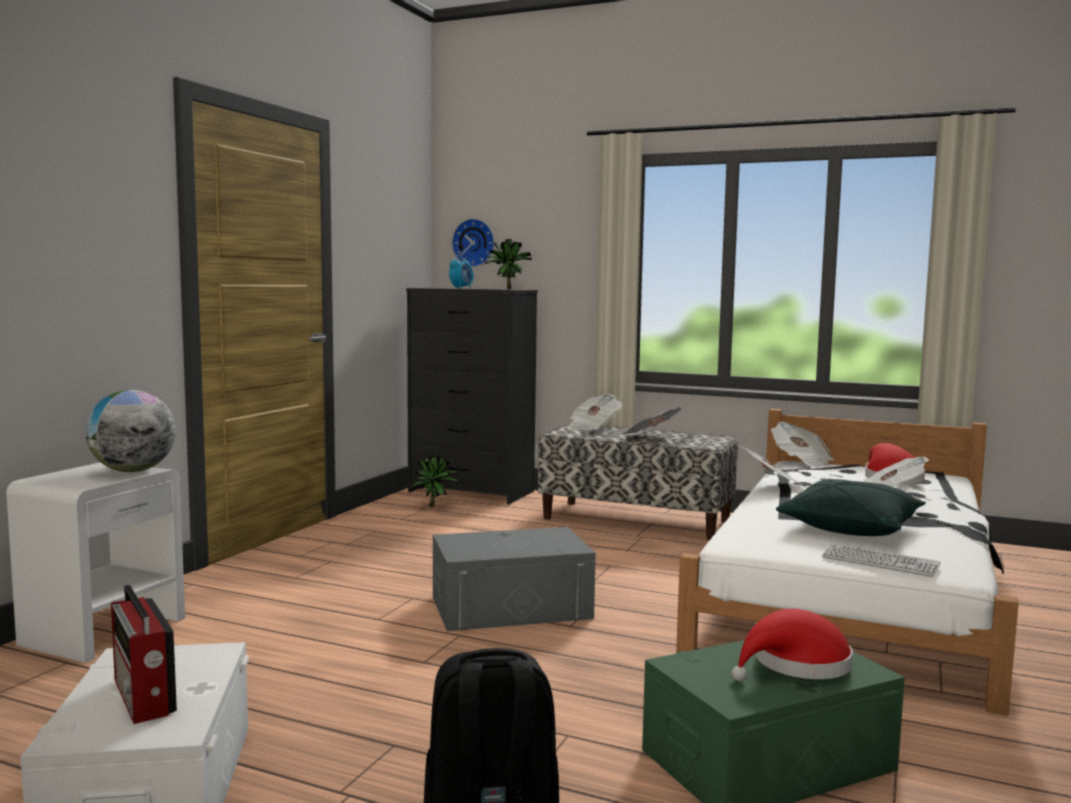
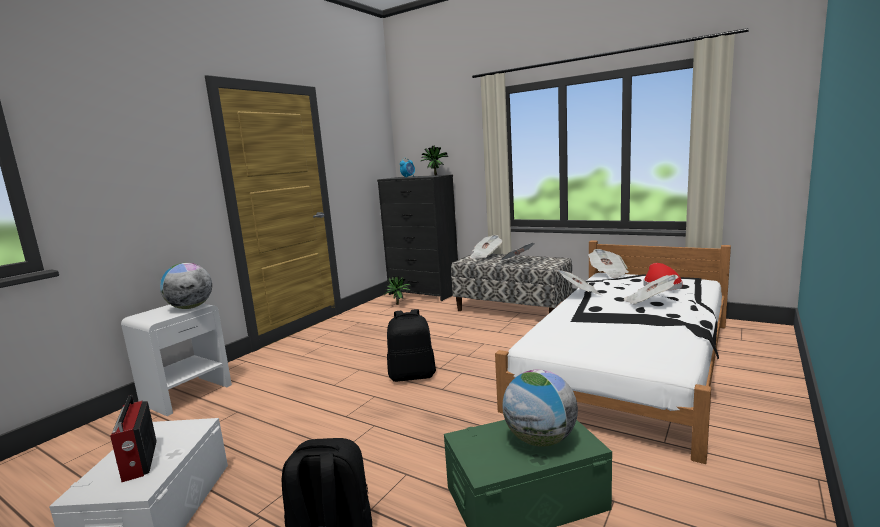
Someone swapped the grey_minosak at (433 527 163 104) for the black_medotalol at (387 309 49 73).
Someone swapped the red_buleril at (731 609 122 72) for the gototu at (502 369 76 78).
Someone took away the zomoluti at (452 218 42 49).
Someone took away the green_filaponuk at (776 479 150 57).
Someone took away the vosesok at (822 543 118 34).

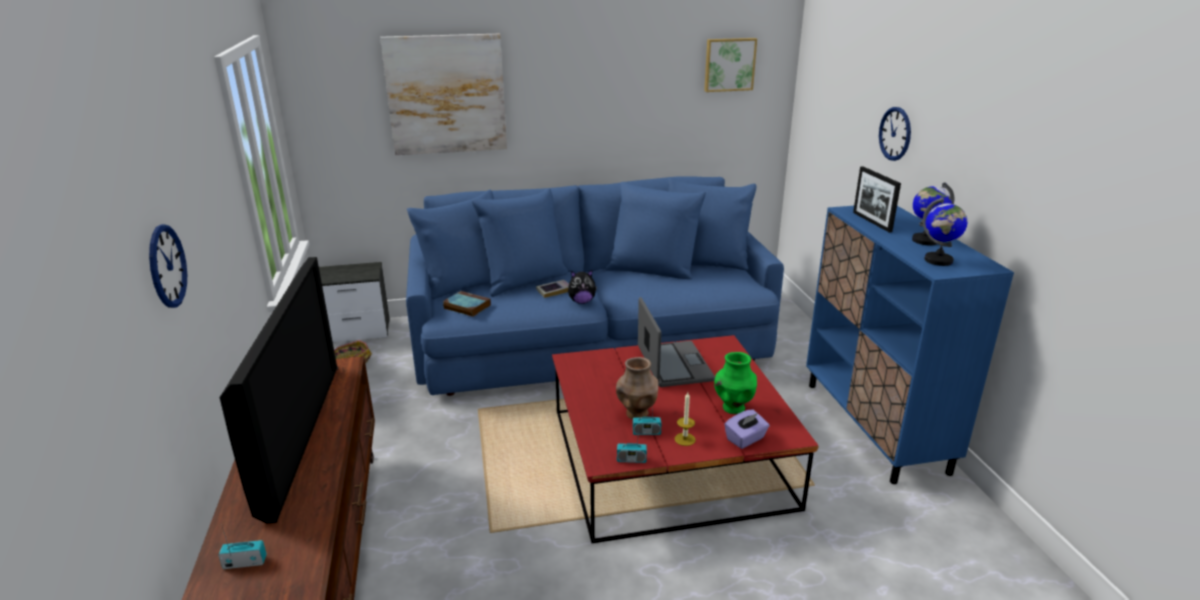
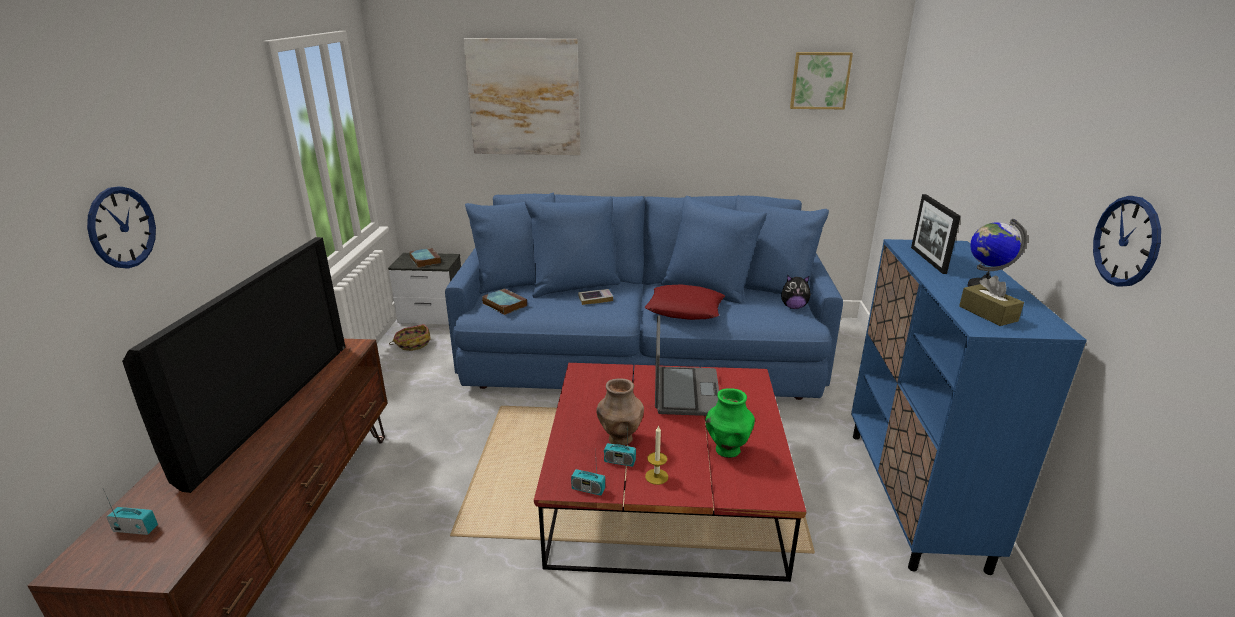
Someone put down the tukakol at (409 248 32 20).
Someone put down the red_filaponuk at (645 284 80 36).
Someone carried the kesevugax from (568 270 29 34) to (781 275 30 34).
Someone swapped the gototu at (923 197 44 69) for the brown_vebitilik at (959 276 65 50).
Someone carried the zomoluti from (879 107 32 54) to (1093 196 68 91).
Someone took away the purple_vebitilik at (724 410 46 39).

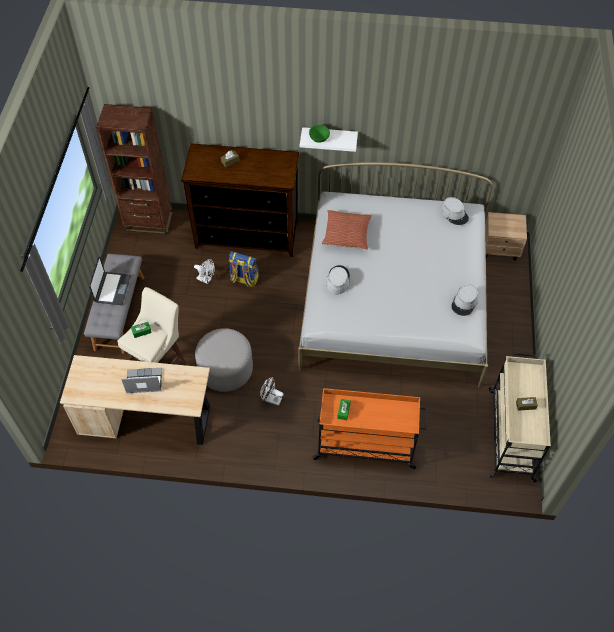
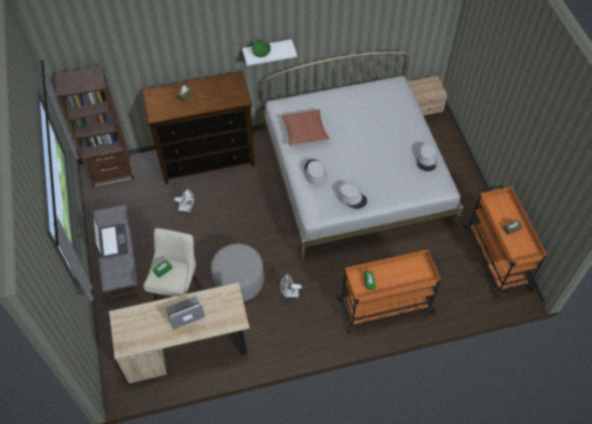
Someone carried the grey_buleril from (441 197 28 28) to (337 183 30 26).
Someone repainted the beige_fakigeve at (489 353 62 129), which became the orange_fakigeve at (464 185 83 114).
Someone took away the medotalol at (229 251 30 36).

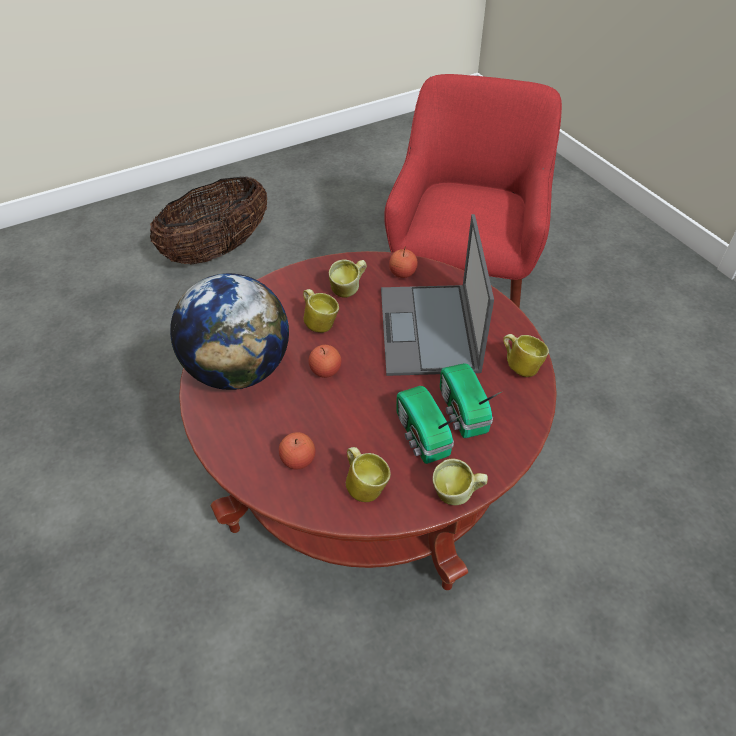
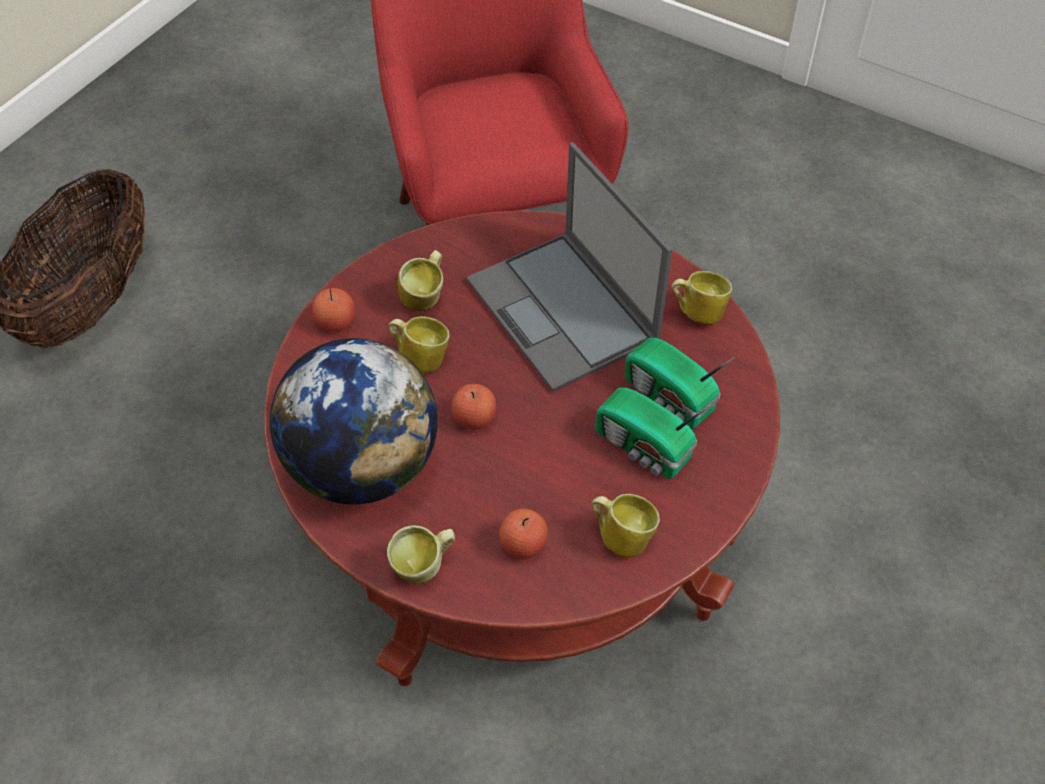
Someone carried the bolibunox from (389 246 29 32) to (312 287 43 44).
Someone carried the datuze from (432 458 56 47) to (387 525 68 58).

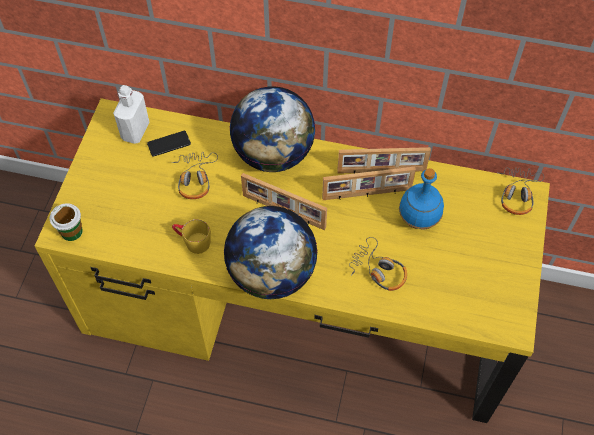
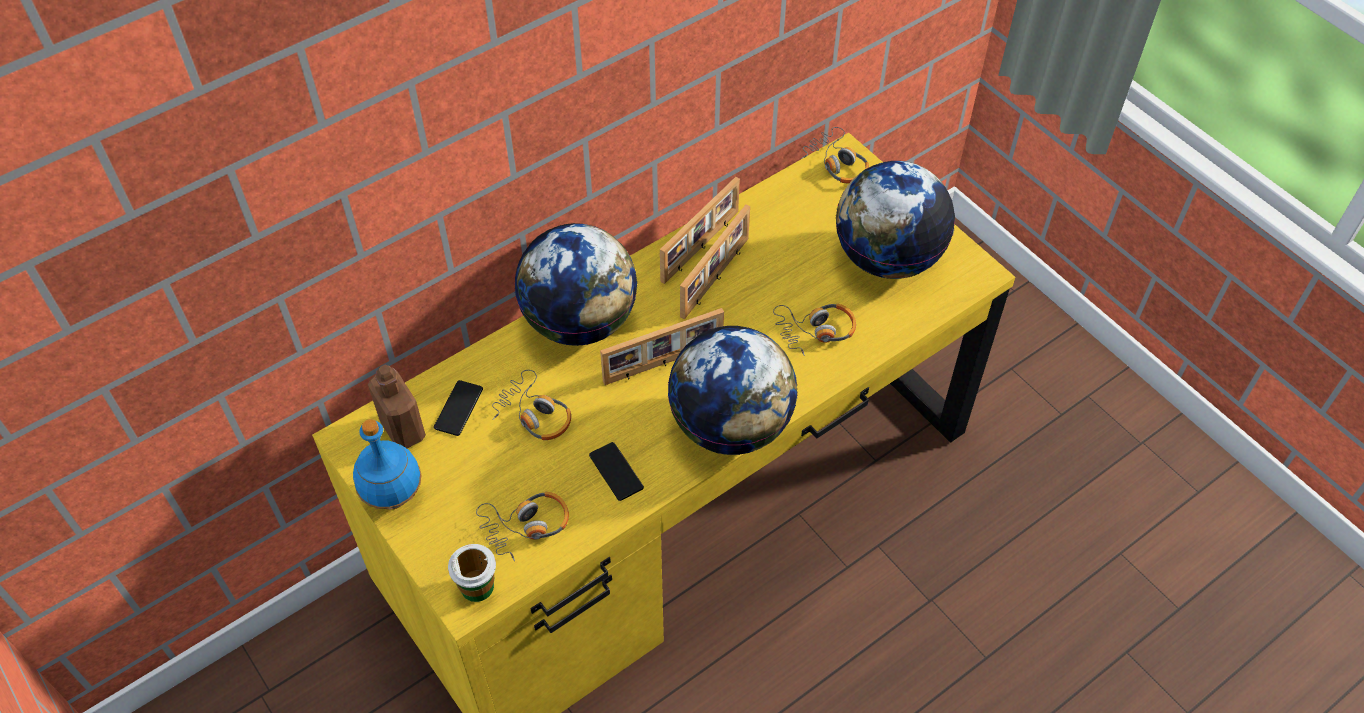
Someone carried the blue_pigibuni from (399 168 45 62) to (353 419 68 91).
Someone repainted the white_pigibuni at (113 85 37 59), which became the brown_pigibuni at (368 365 58 83).
Someone put down the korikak at (476 492 93 69).
Someone swapped the yellow_datuze at (172 219 39 35) for the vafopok at (589 442 55 59).
Someone put down the gototu at (836 161 119 118).

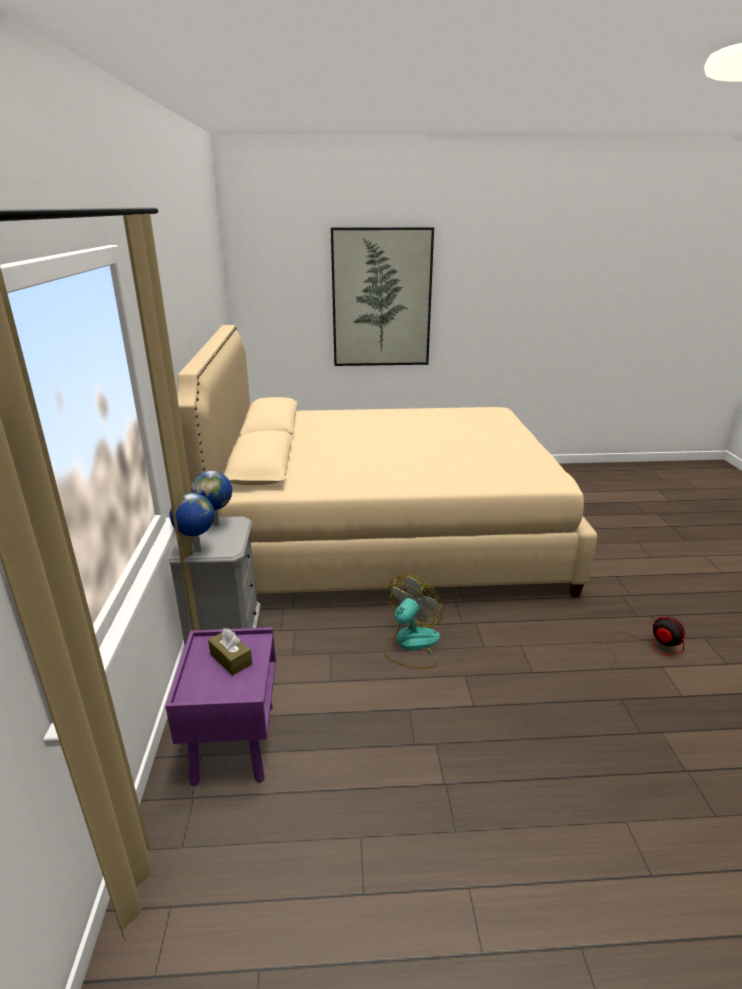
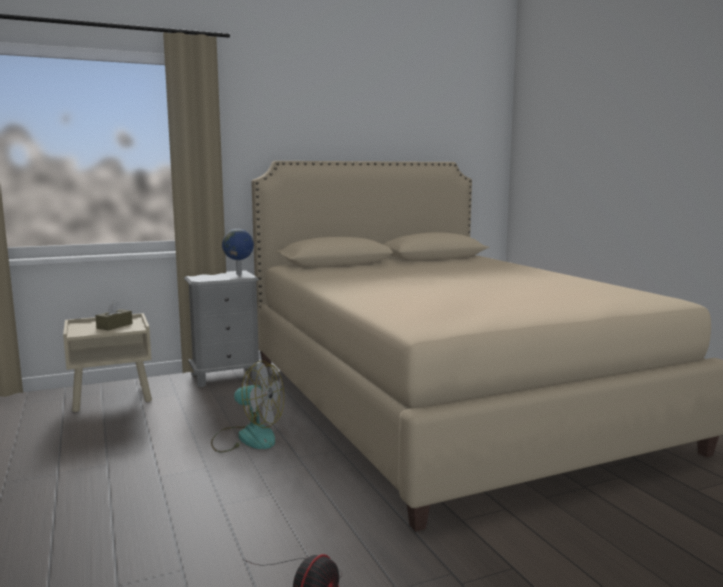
Someone repainted the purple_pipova at (165 627 111 159), which became the beige_pipova at (63 313 89 99).
Someone took away the gototu at (169 493 46 59).
Someone took away the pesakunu at (331 227 103 139).

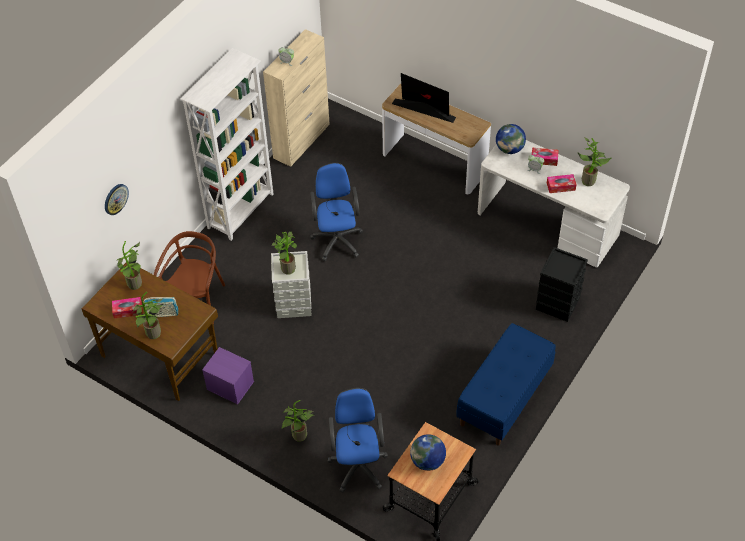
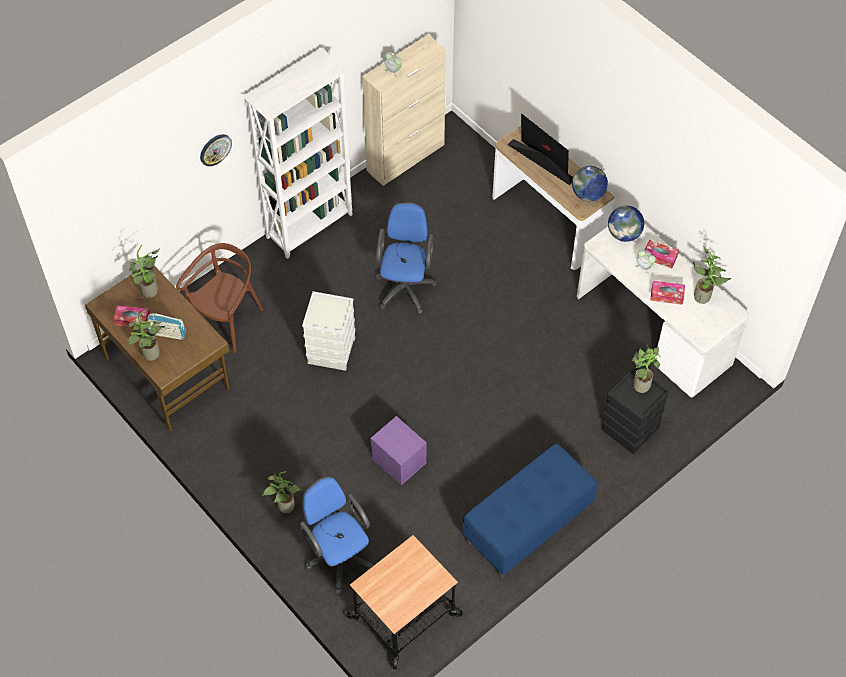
Someone carried the zomoluti from (105 184 24 31) to (200 134 32 32).
Someone rotated the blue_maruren at (327 388 61 104) by 45 degrees counterclockwise.
Someone carried the purple_minosak from (202 347 52 58) to (370 416 57 69).
Someone carried the gototu from (410 434 36 37) to (572 166 36 35).
Someone carried the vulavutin from (272 231 25 44) to (632 345 29 48).

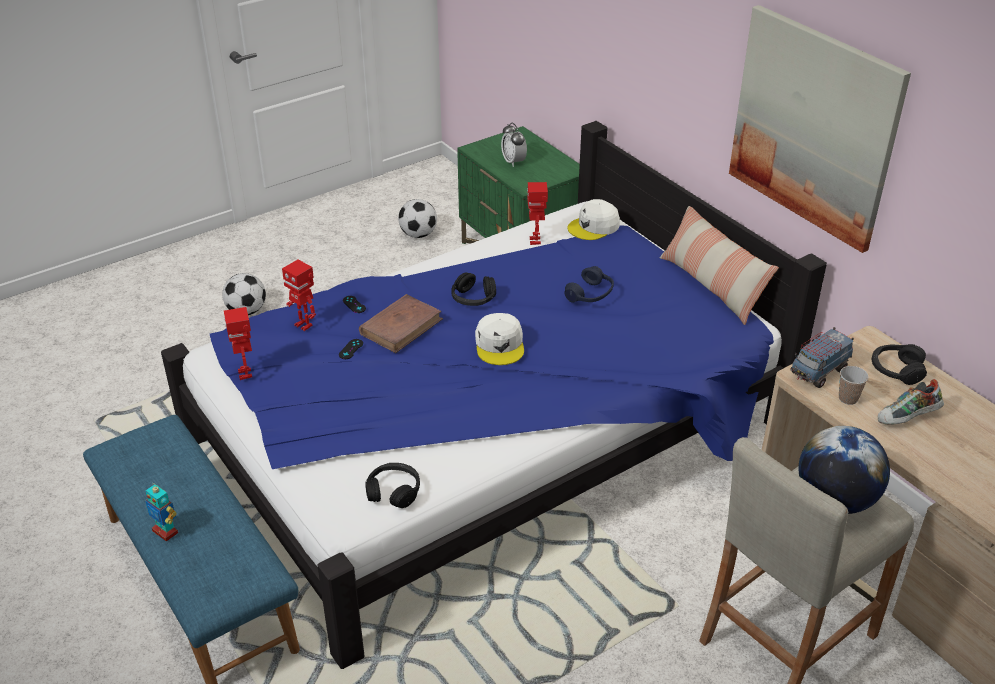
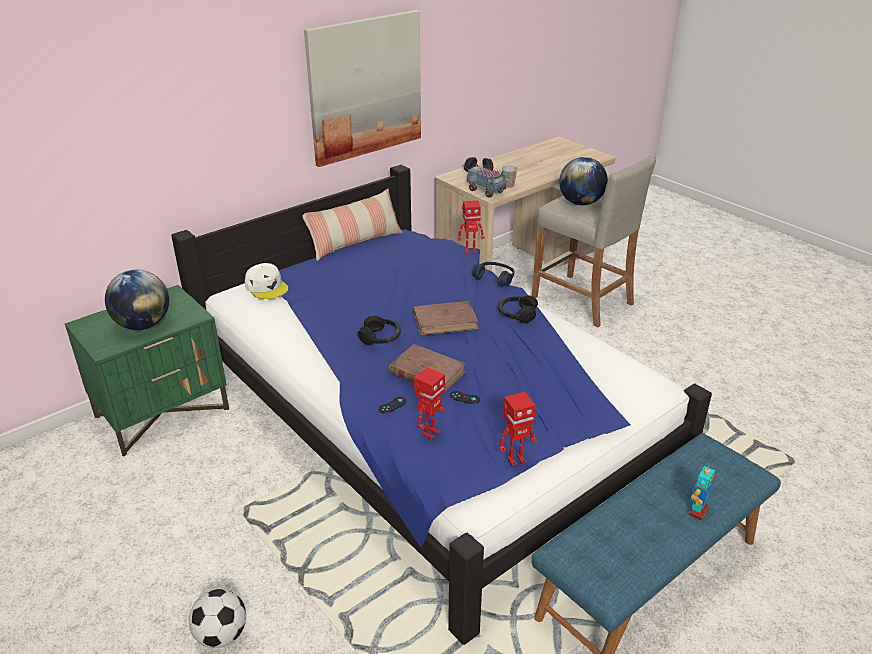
Someone swapped the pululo at (501 123 26 44) for the gototu at (105 270 64 60).
Someone swapped the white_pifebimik at (475 313 49 52) for the brown_tukakol at (413 301 66 35).
Someone carried the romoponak from (527 182 21 63) to (458 200 27 53).
Someone carried the blue_korikak from (565 266 49 37) to (472 262 42 24).
Someone carried the black_korikak from (365 463 55 45) to (498 295 40 28).
Someone took away the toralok at (398 199 39 39).
Someone took away the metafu at (878 379 66 45).

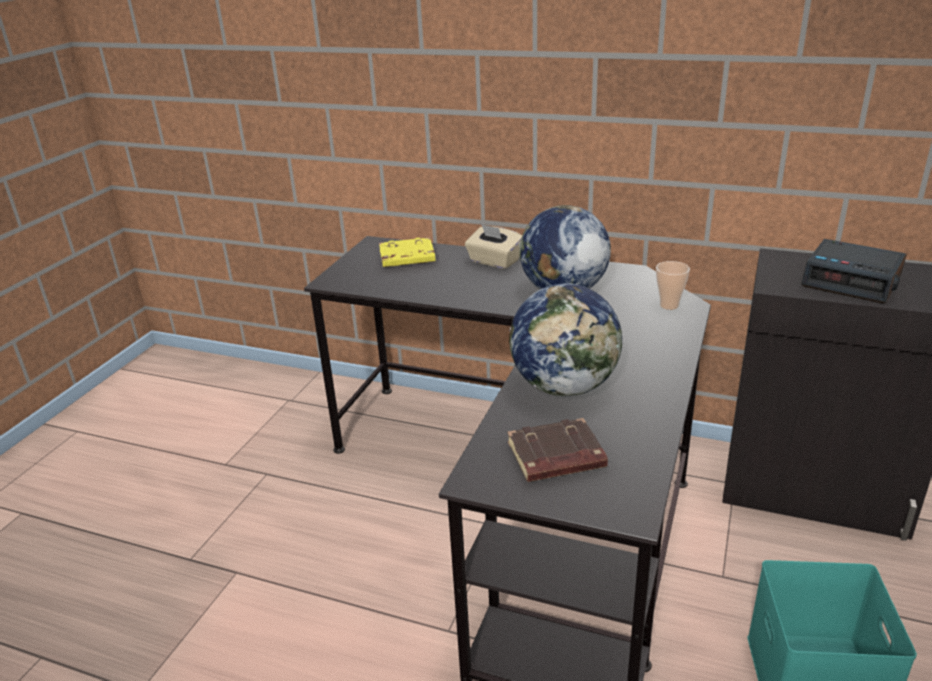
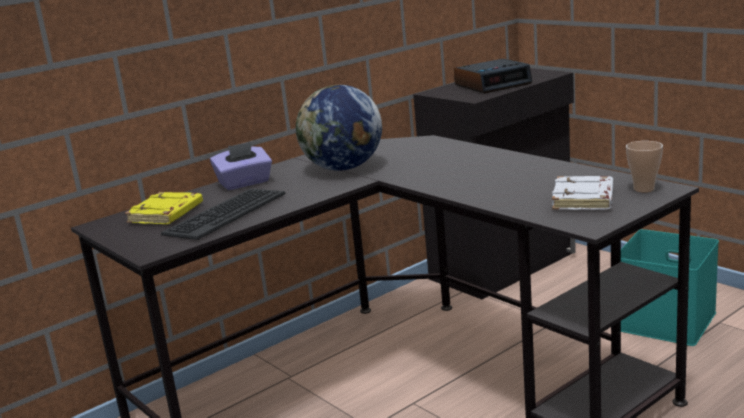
Someone put down the vosesok at (161 189 124 51).
Someone repainted the beige_vebitilik at (465 224 57 45), which became the purple_vebitilik at (210 142 62 48).
Someone repainted the brown_tukakol at (507 418 101 64), which became the white_tukakol at (552 176 61 34).
Someone carried the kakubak from (656 261 34 49) to (626 141 37 51).
Someone took away the gototu at (509 283 113 113).

